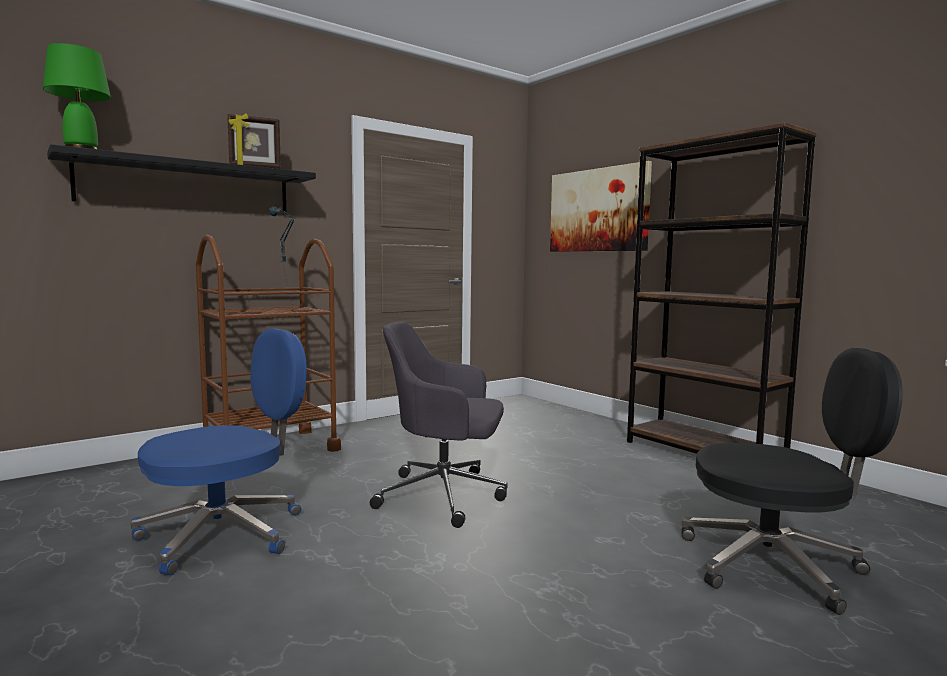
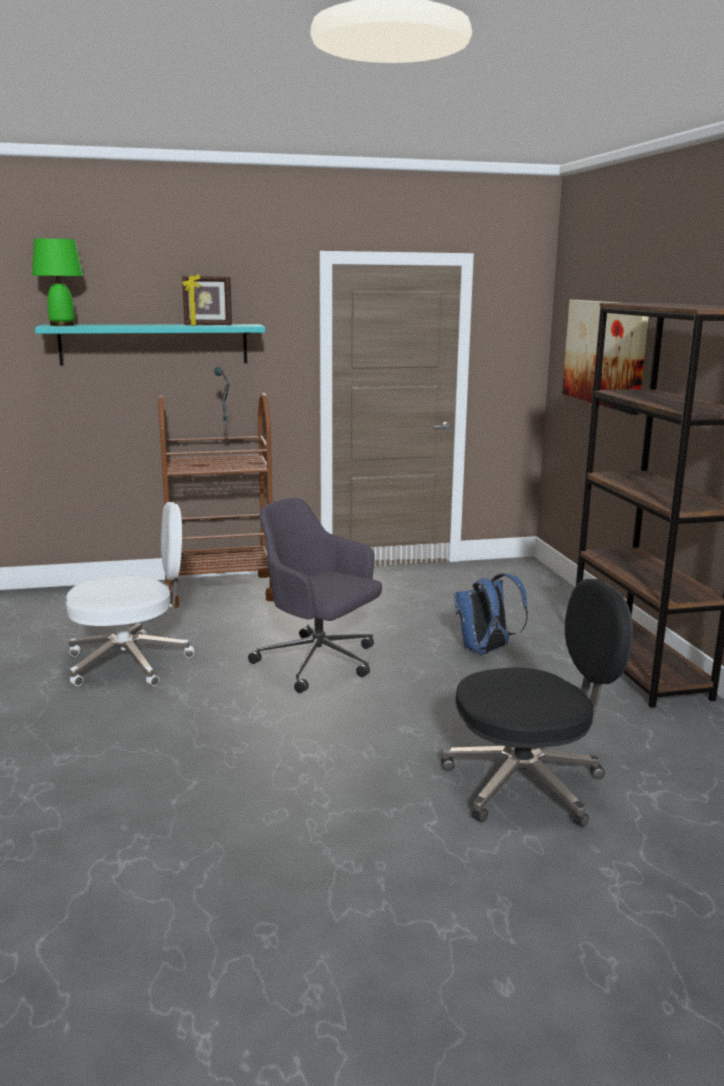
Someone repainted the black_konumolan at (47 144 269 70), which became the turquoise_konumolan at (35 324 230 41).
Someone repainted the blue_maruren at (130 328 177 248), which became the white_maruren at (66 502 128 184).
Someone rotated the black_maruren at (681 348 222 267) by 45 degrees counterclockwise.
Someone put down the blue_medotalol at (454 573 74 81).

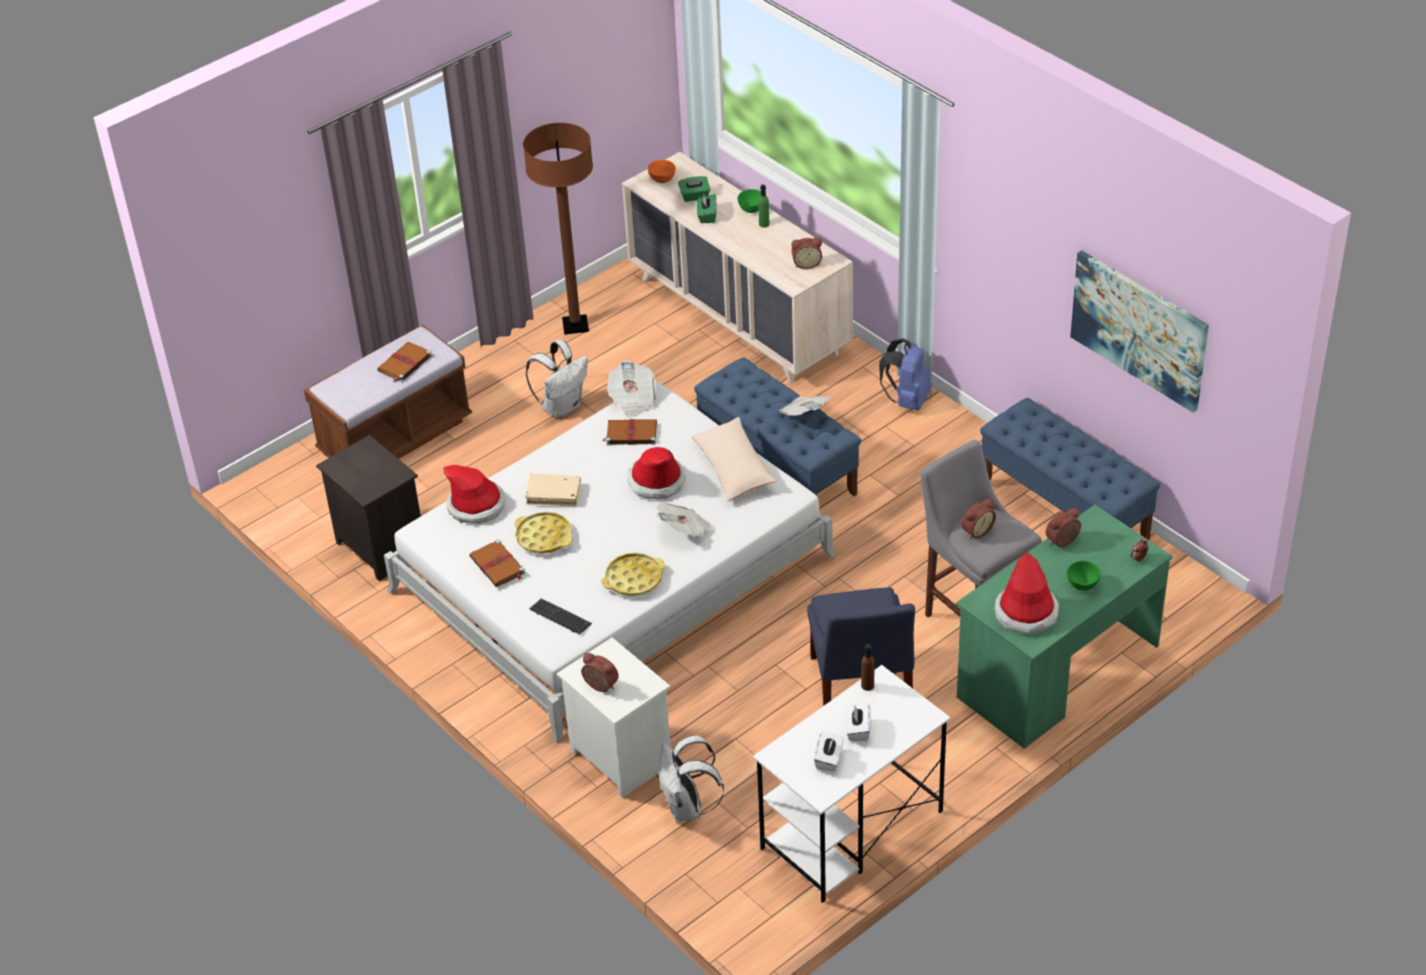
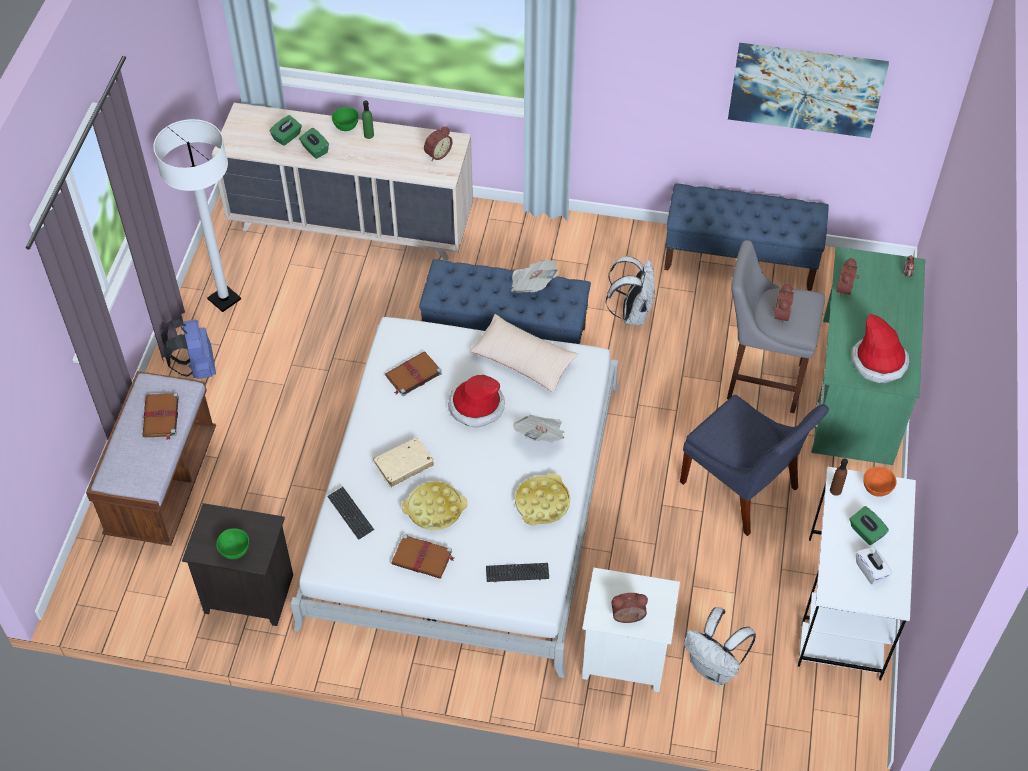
Someone repainted the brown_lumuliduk at (523 122 70 213), which became the white_lumuliduk at (153 119 88 193).
Someone carried the blue_medotalol from (879 338 54 72) to (161 320 55 59).
Someone carried the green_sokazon from (1067 561 34 30) to (216 528 33 31).
Someone swapped the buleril at (443 465 63 59) for the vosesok at (327 487 47 53).
Someone carried the white_medotalol from (526 339 62 79) to (606 256 49 69).
Someone repainted the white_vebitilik at (845 703 26 38), which became the green_vebitilik at (849 506 40 39).
Someone carried the orange_sokazon from (648 160 28 23) to (863 467 34 30).
Someone took away the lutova at (607 360 49 58).

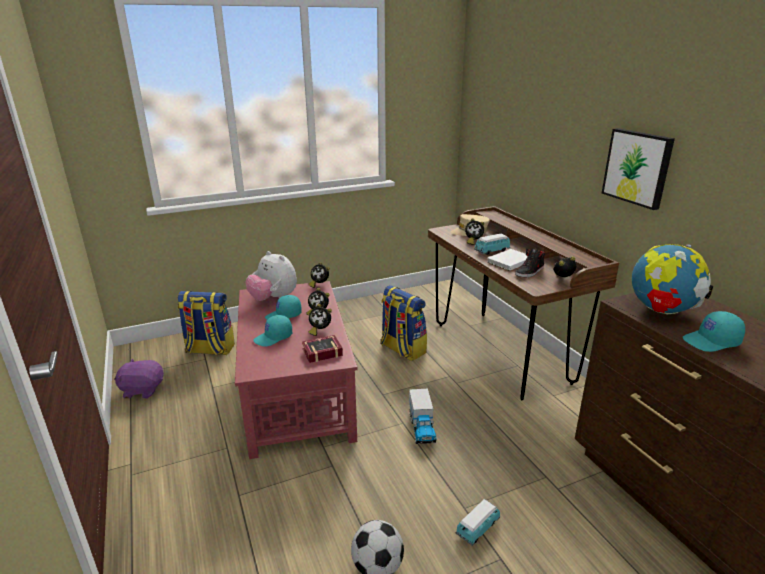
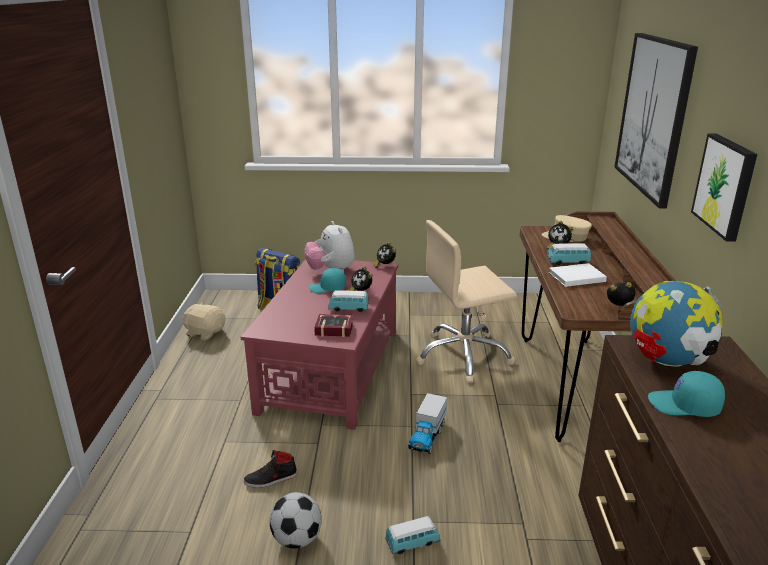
Someone repainted the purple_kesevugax at (114 359 50 40), which became the beige_kesevugax at (182 302 43 39).
Someone carried the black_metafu from (515 248 30 29) to (244 450 53 38).
Someone swapped the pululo at (309 304 23 32) for the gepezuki at (328 290 41 22).
Someone swapped the medotalol at (381 285 46 76) for the beige_maruren at (416 220 101 163).
Someone put up the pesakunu at (614 33 84 175).
Someone took away the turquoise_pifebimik at (253 315 39 32).

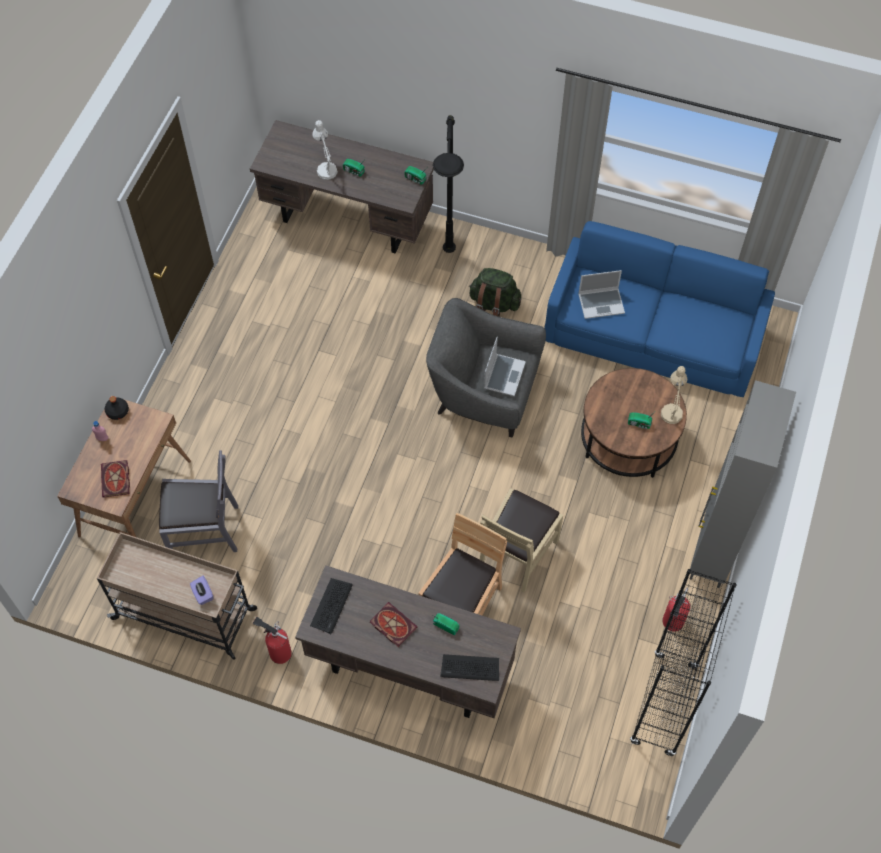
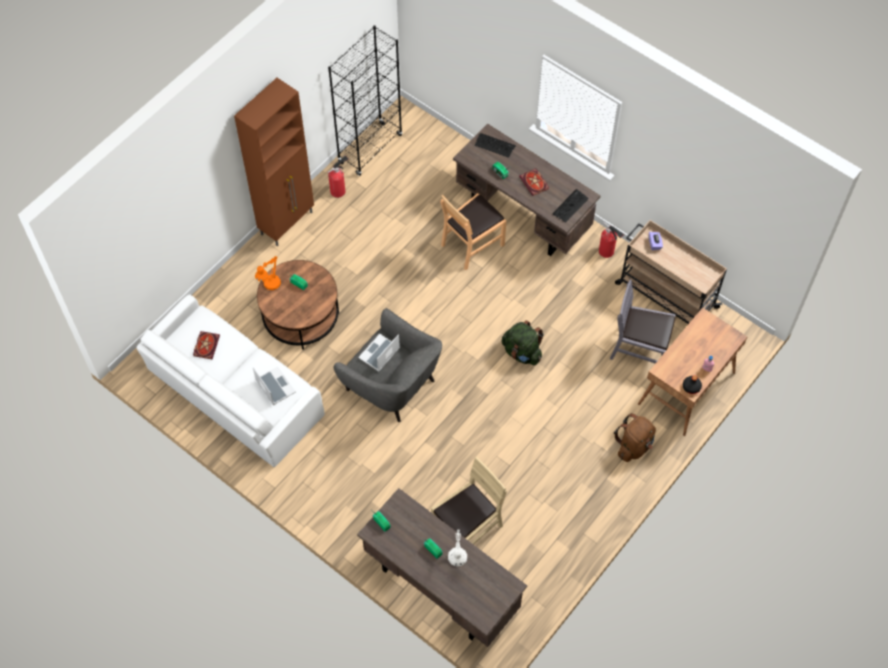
Someone repainted the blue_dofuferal at (545 221 230 176), which became the white_dofuferal at (136 295 189 172).
Someone carried the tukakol from (101 460 29 38) to (193 331 27 28).
Someone repainted the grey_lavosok at (690 380 106 208), which became the brown_lavosok at (234 78 80 168).
Someone rotated the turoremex at (578 270 47 49) by 45 degrees clockwise.
Someone repainted the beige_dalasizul at (661 366 27 58), which became the orange_dalasizul at (255 256 26 34).
Someone carried the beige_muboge from (480 488 83 105) to (431 457 76 88).
Someone carried the green_medotalol from (469 268 52 49) to (502 320 42 45).
Someone put down the brown_medotalol at (614 413 42 49).
Someone took away the black_lumuliduk at (433 115 31 138).

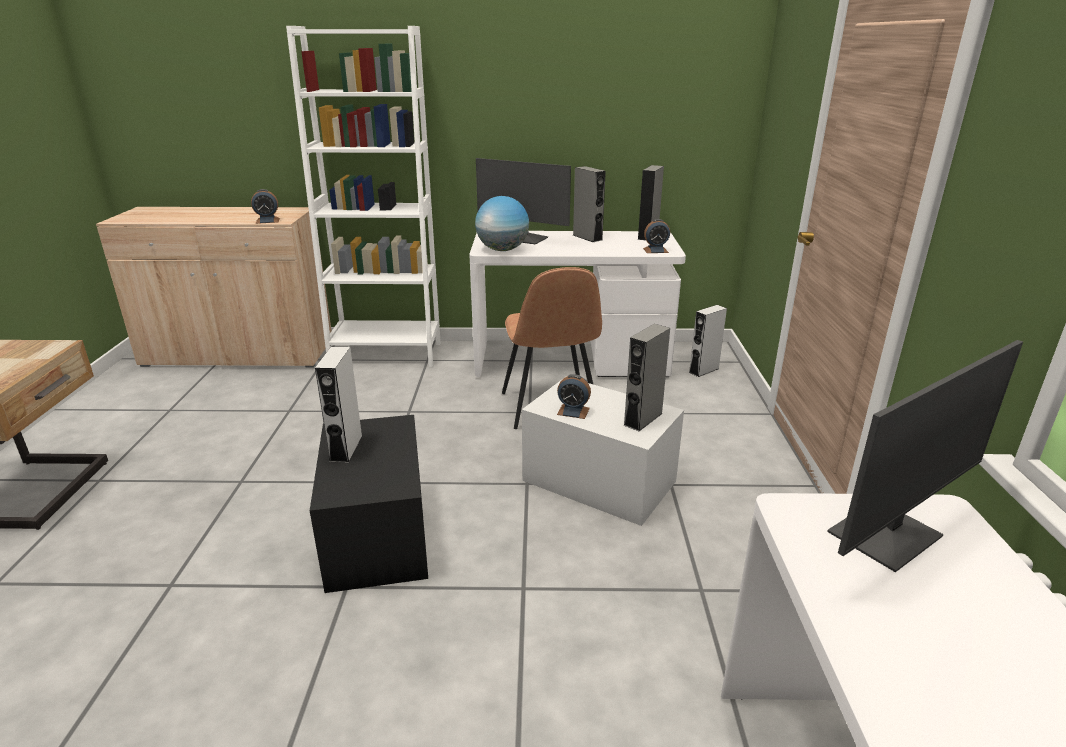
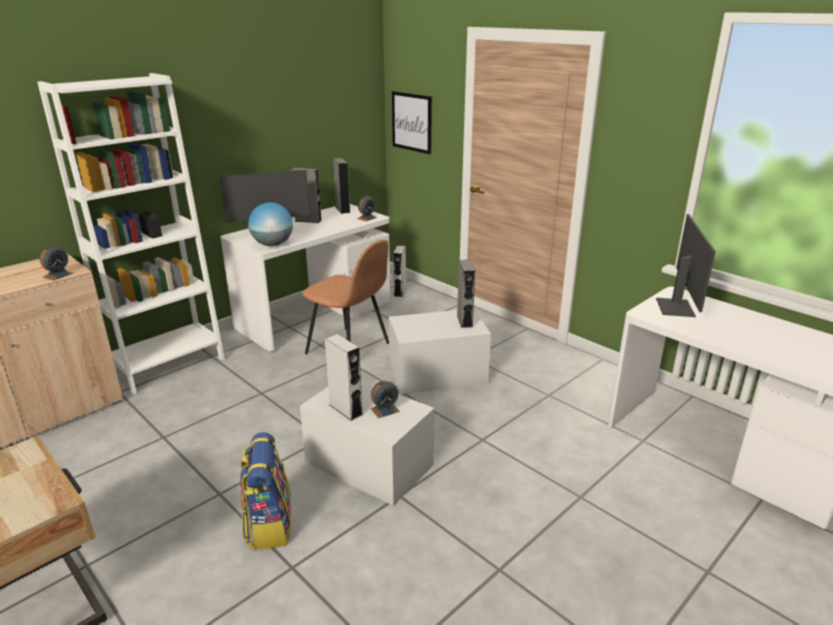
Someone put down the medotalol at (240 432 51 118).
Someone repainted the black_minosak at (310 415 118 178), which became the white_minosak at (300 380 135 126).
Someone carried the pululo from (557 374 34 45) to (371 380 29 38).
Someone put up the pesakunu at (392 91 40 63).

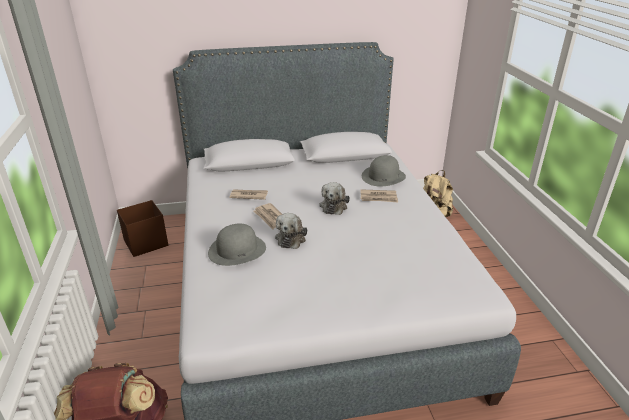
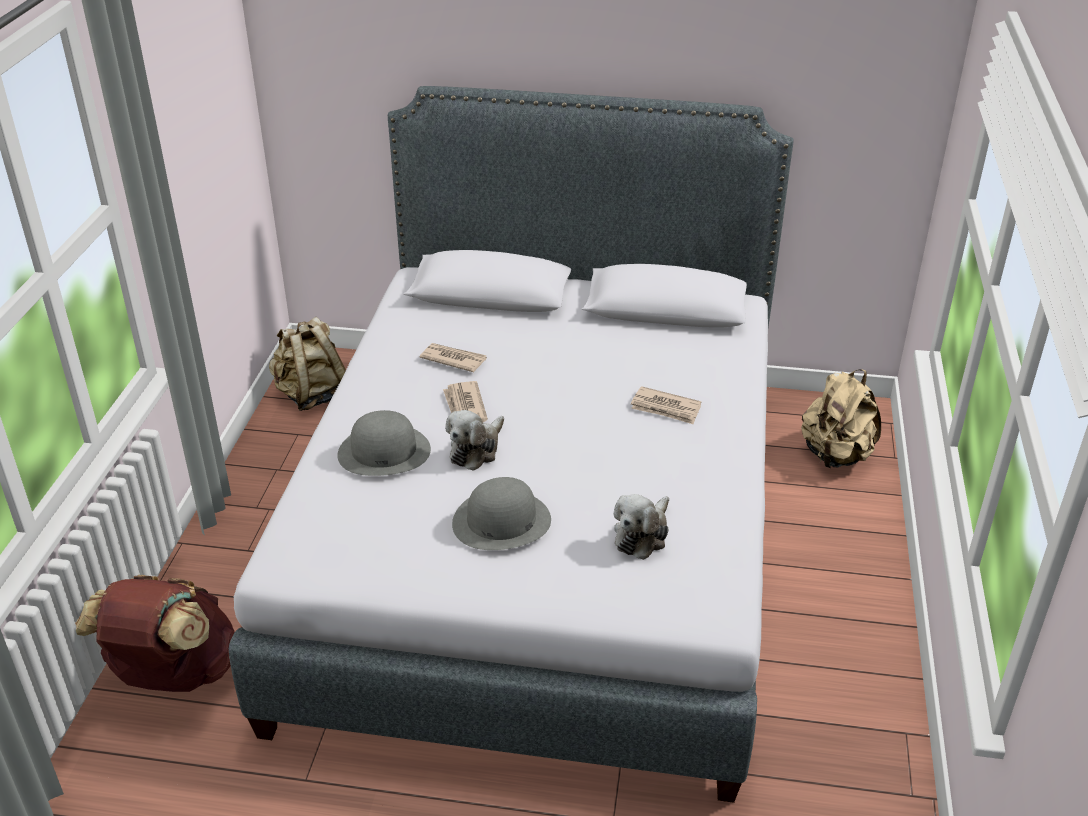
Someone swapped the brown_minosak at (117 200 51 57) for the beige_medotalol at (269 317 77 94).
Someone carried the grey_buleril from (362 155 44 32) to (452 477 99 73).
Someone carried the kesevugax from (319 182 31 33) to (614 494 55 66).

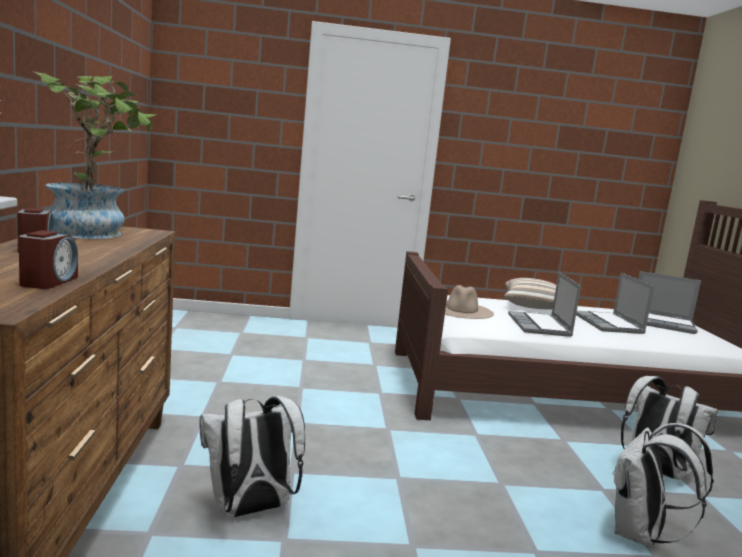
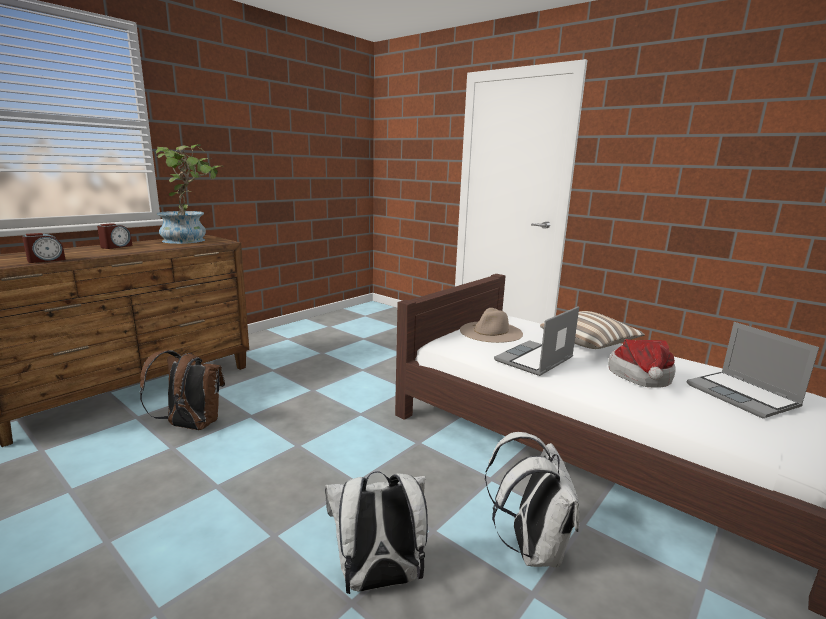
Someone repainted the white_medotalol at (199 396 106 121), which became the brown_medotalol at (139 350 86 80).
Someone swapped the turoremex at (576 272 78 62) for the buleril at (608 339 68 49).

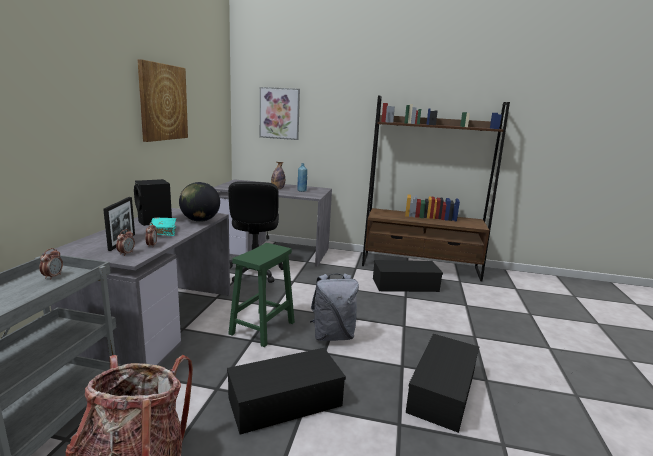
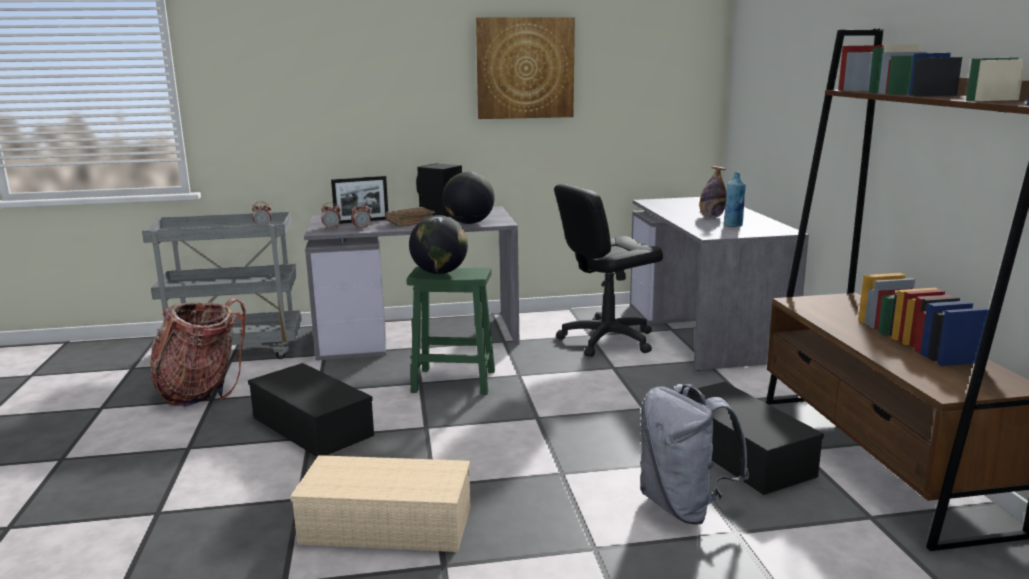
Someone repainted the black_minosak at (406 334 73 99), which became the beige_minosak at (290 455 181 97).
Someone repainted the turquoise_tukakol at (150 217 26 19), which became the brown_tukakol at (385 207 50 20).
Someone put down the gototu at (409 215 59 59).
Someone carried the grey_medotalol from (310 273 49 68) to (640 384 109 141).
Someone took away the pesakunu at (260 87 40 53).

